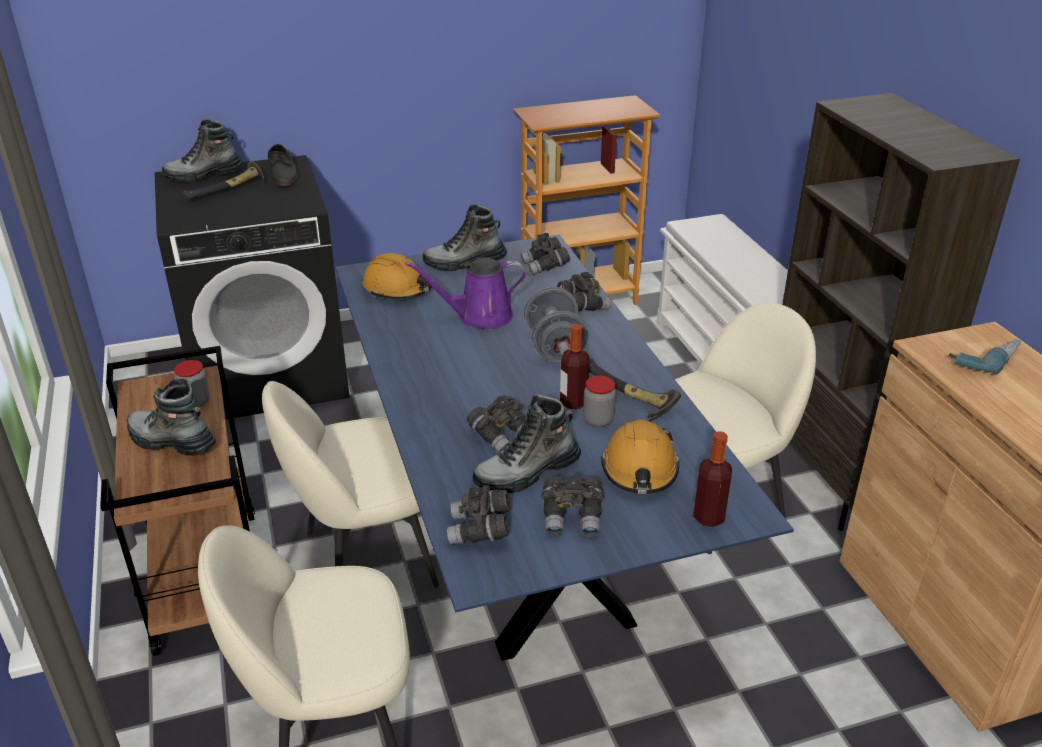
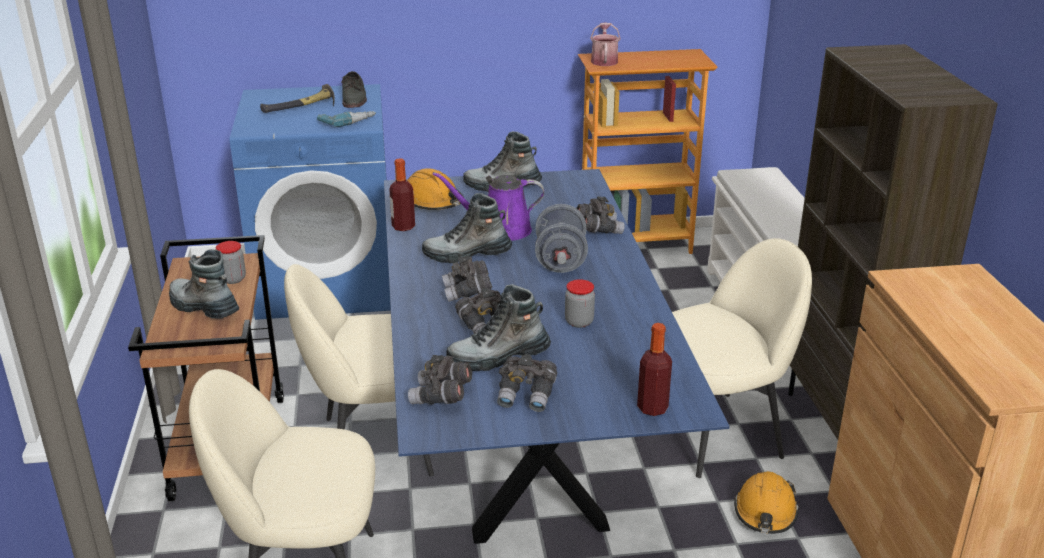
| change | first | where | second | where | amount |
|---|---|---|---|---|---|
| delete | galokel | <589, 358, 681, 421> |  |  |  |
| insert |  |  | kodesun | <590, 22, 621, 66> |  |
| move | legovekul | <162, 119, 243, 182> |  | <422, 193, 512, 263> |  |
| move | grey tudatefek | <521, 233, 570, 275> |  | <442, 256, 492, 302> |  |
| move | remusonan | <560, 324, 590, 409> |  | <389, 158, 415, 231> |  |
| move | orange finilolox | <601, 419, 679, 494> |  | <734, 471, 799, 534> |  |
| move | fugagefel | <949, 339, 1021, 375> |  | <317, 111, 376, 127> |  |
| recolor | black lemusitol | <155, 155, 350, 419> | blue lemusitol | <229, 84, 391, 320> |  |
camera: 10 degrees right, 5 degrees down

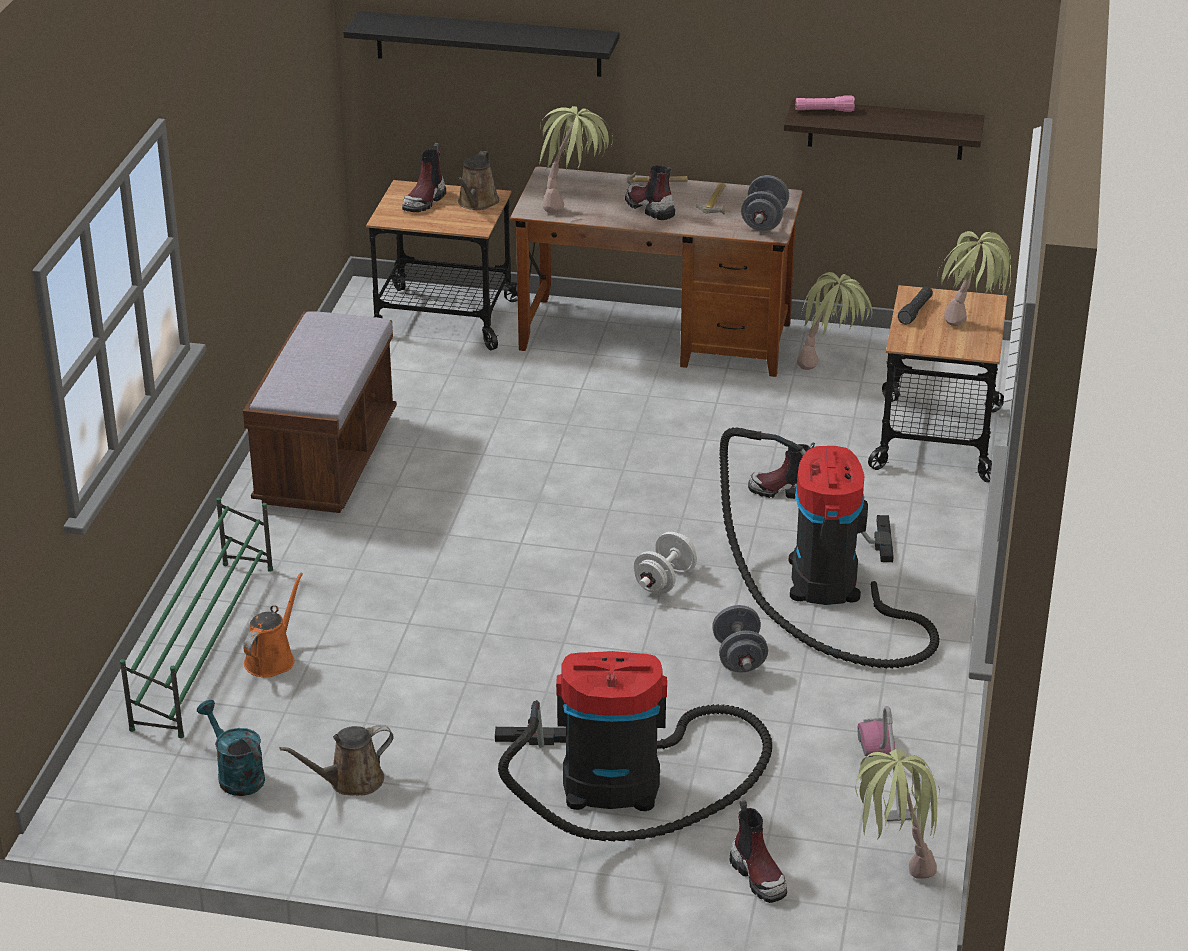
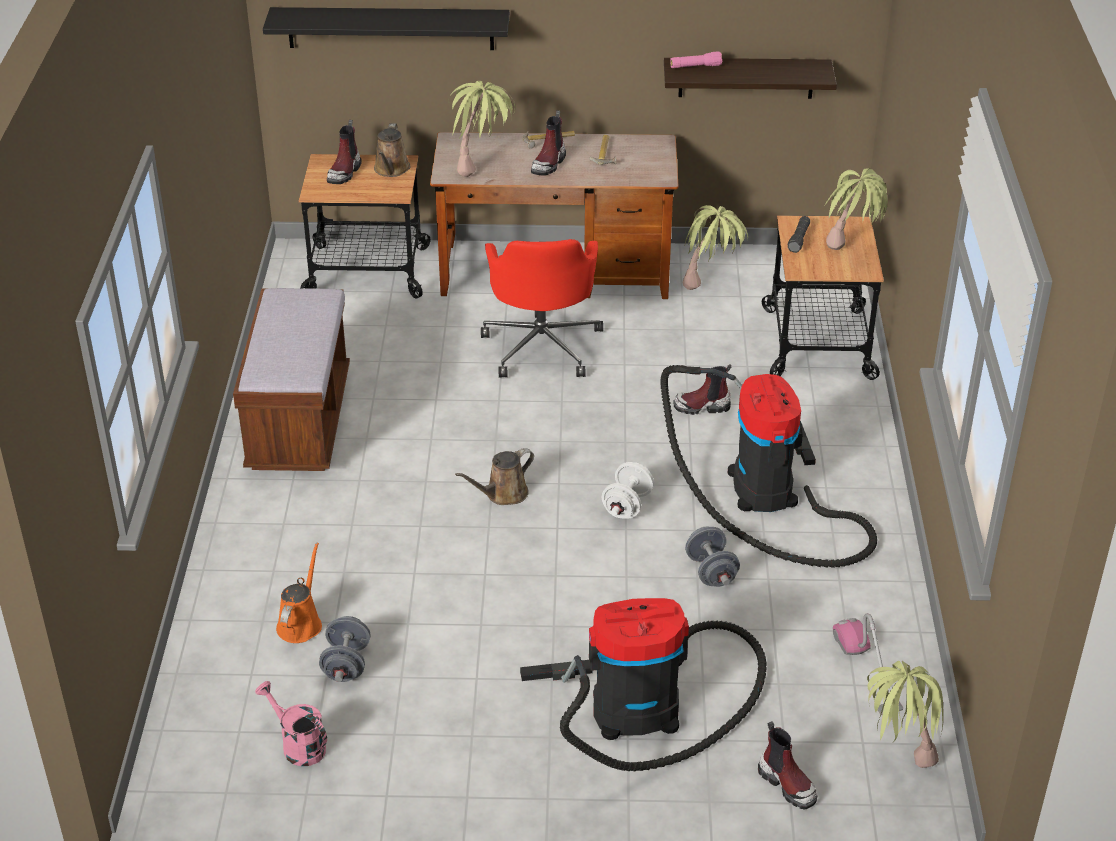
| change | first | where | second | where | amount |
|---|---|---|---|---|---|
| delete | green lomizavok | <120, 497, 273, 738> |  |  |  |
| insert |  |  | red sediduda | <481, 239, 603, 377> |  |
| move | brown kodesun | <279, 725, 394, 795> |  | <455, 448, 534, 505> |  |
| move | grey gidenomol | <741, 175, 789, 231> |  | <319, 616, 370, 682> |  |
| recolor | turquoise kodesun | <197, 700, 265, 796> | pink kodesun | <255, 681, 327, 766> |  |
| rotate | legovekul | <625, 165, 675, 220> |  | <531, 110, 566, 176> | 105 degrees counterclockwise |
camera: 10 degrees left, 5 degrees up

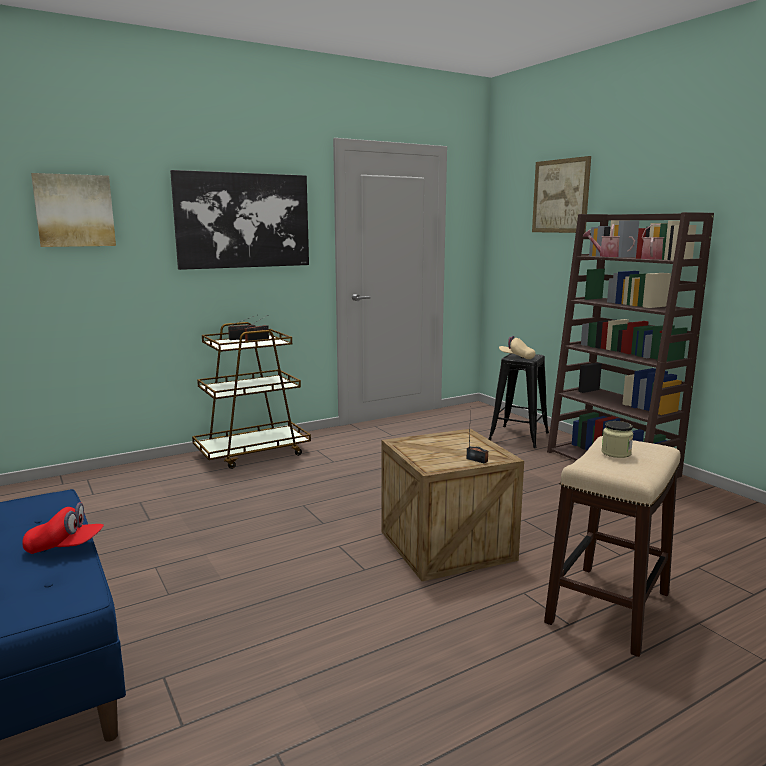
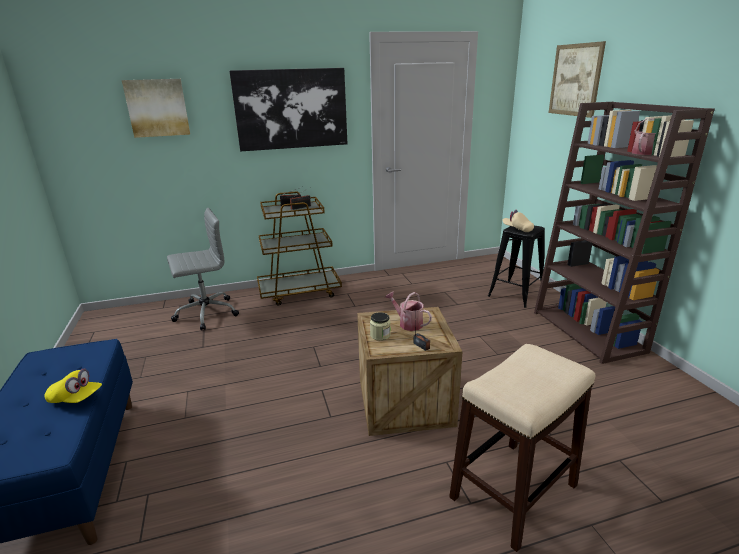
| change | first | where | second | where | amount |
|---|---|---|---|---|---|
| insert |  |  | grey sediduda | <167, 208, 239, 330> |  |
| move | kodesun | <582, 224, 635, 257> |  | <385, 291, 432, 331> |  |
| move | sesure | <602, 421, 633, 458> |  | <370, 312, 391, 341> |  |
| recolor | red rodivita | <22, 502, 104, 554> | yellow rodivita | <44, 369, 102, 403> |  |
camera: 15 degrees right, 10 degrees up

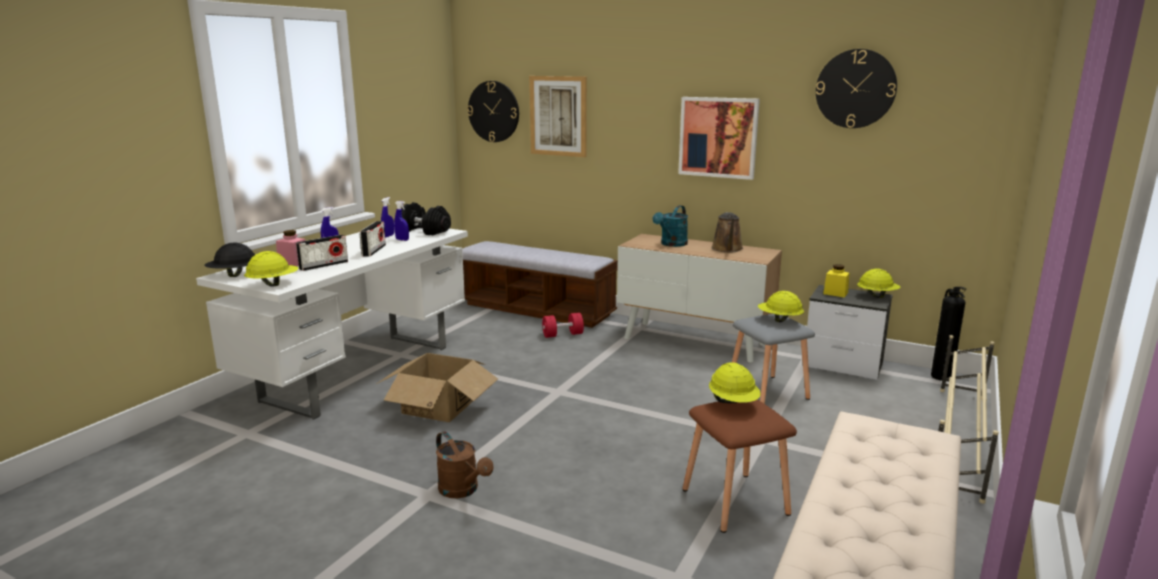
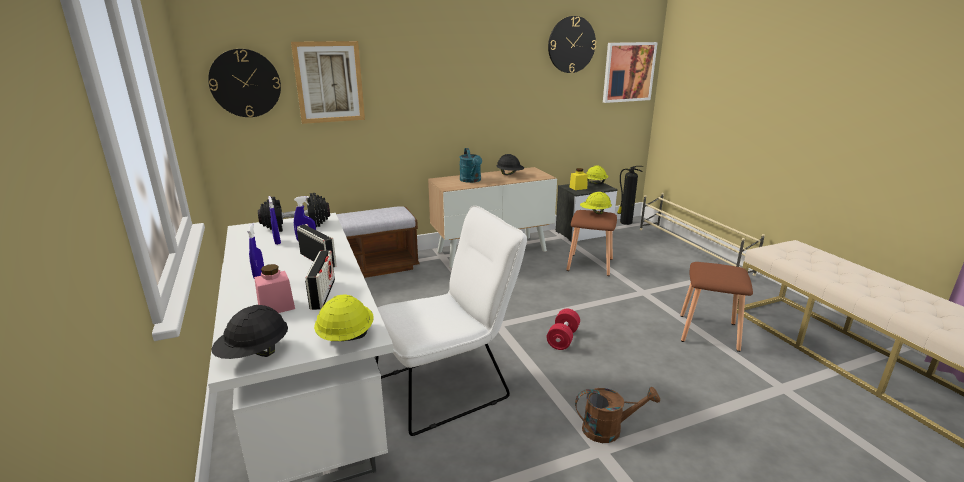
| change | first | where | second | where | amount |
|---|---|---|---|---|---|
| delete | yellow finilolox | <709, 362, 761, 403> |  |  |  |
| move | red gidenomol | <542, 313, 584, 338> |  | <547, 309, 580, 350> |  |
| move | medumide | <678, 97, 760, 180> |  | <603, 42, 658, 103> |  |
| replace | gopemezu | <376, 353, 498, 422> | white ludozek | <376, 206, 527, 436> |  |
| replace | brown kodesun | <711, 212, 743, 252> | black finilolox | <496, 154, 524, 175> |  |
| recolor | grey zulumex | <732, 314, 815, 404> | brown zulumex | <566, 210, 617, 276> |  |
camera: 50 degrees left, 5 degrees up

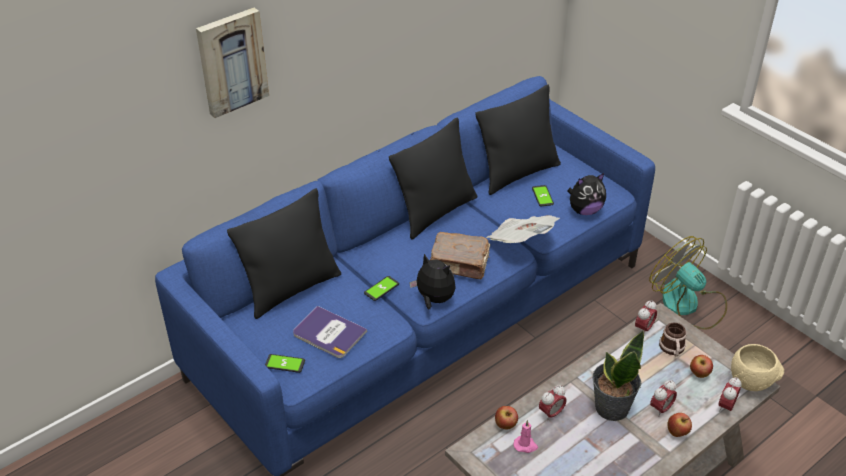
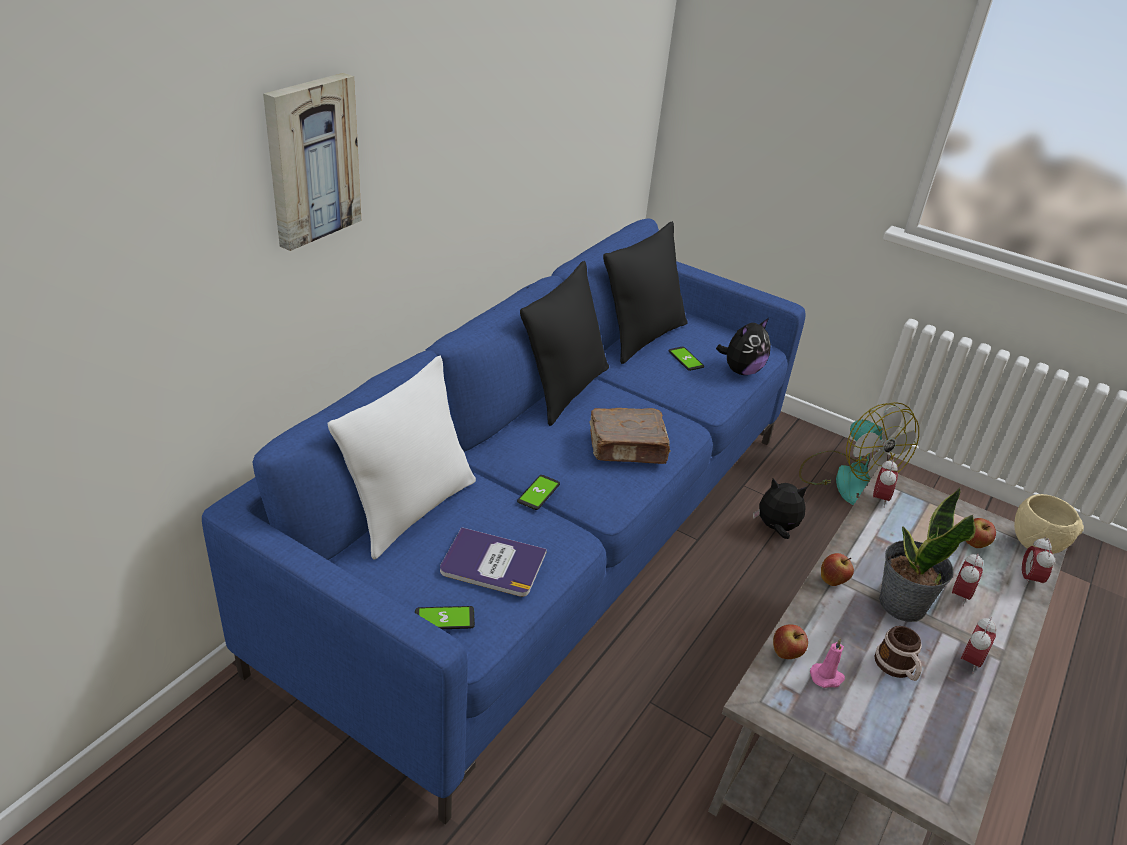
| change | first | where | second | where | amount |
|---|---|---|---|---|---|
| delete | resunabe | <486, 215, 560, 243> |  |  |  |
| move | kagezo | <409, 254, 456, 309> |  | <753, 478, 807, 539> |  |
| move | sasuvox | <539, 385, 567, 421> |  | <961, 618, 997, 674> |  |
| move | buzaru | <659, 323, 687, 357> |  | <875, 626, 922, 681> |  |
| move | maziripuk | <668, 413, 692, 437> |  | <821, 553, 854, 586> |  |
| recolor | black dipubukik | <227, 188, 341, 319> | white dipubukik | <328, 355, 476, 560> |  |
| rotate | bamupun | <649, 236, 727, 330> |  | <799, 402, 919, 505> | 150 degrees counterclockwise |
camera: 20 degrees left, 5 degrees down

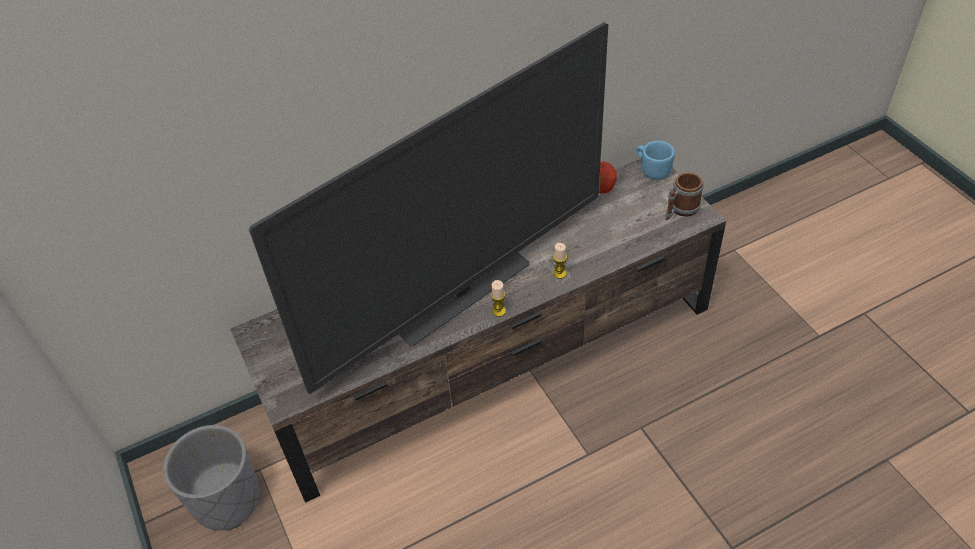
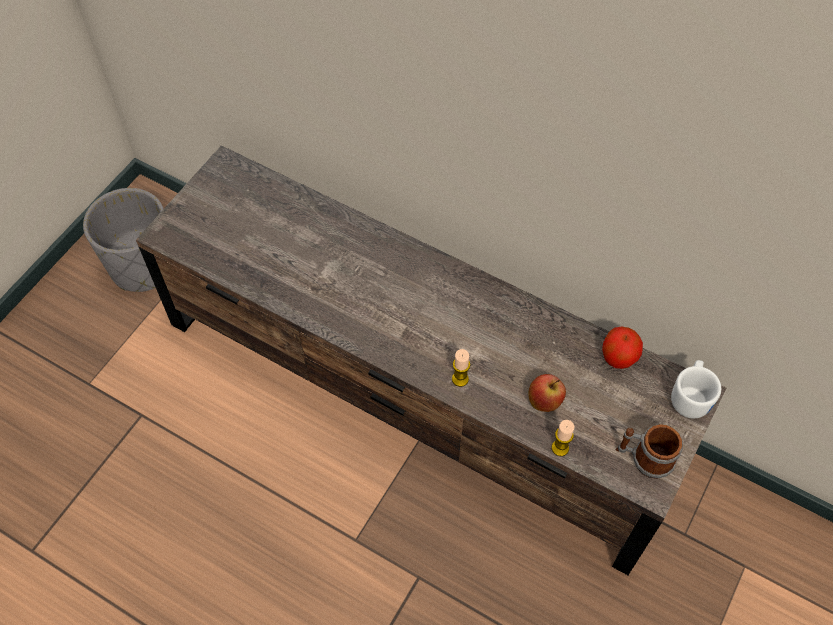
| change | first | where | second | where | amount |
|---|---|---|---|---|---|
| delete | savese | <249, 22, 608, 394> |  |  |  |
| insert |  |  | maziripuk | <529, 374, 566, 412> |  |
| move | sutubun | <491, 280, 506, 317> |  | <552, 420, 574, 456> |  |
| recolor | blue buzaru | <636, 141, 675, 180> | white buzaru | <671, 360, 721, 418> |  |
camera: 55 degrees right, 10 degrees up

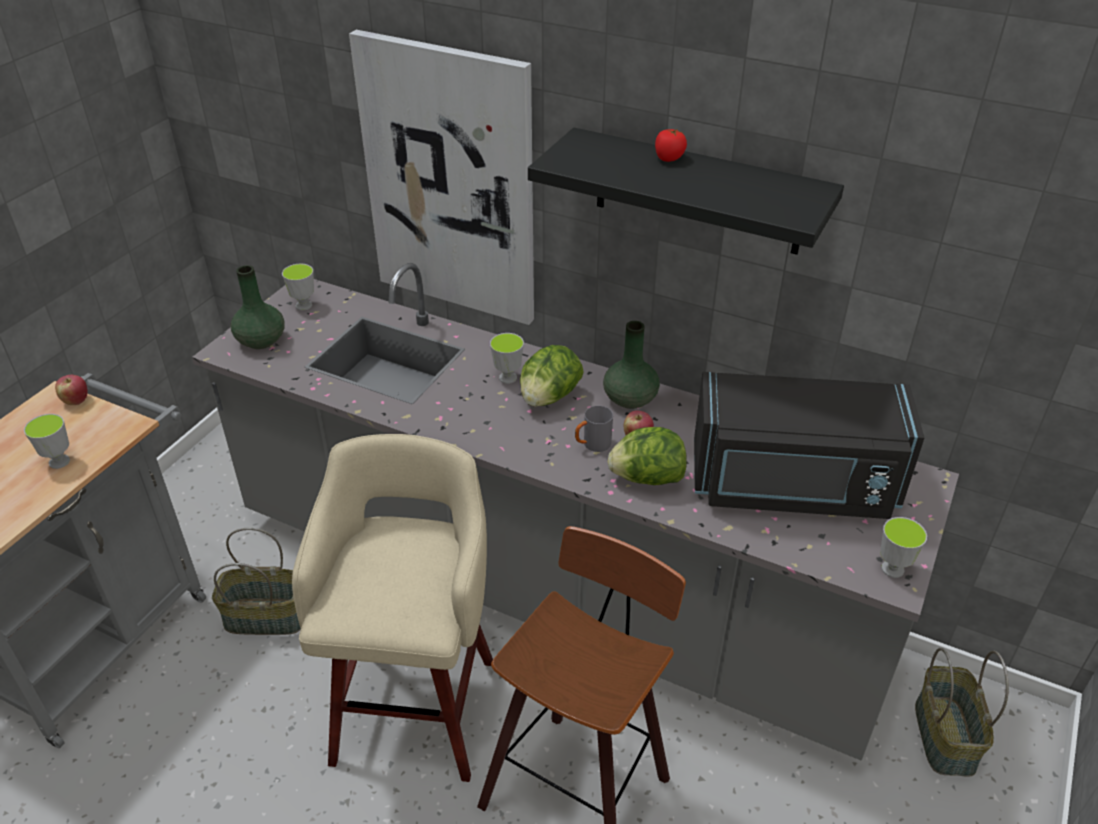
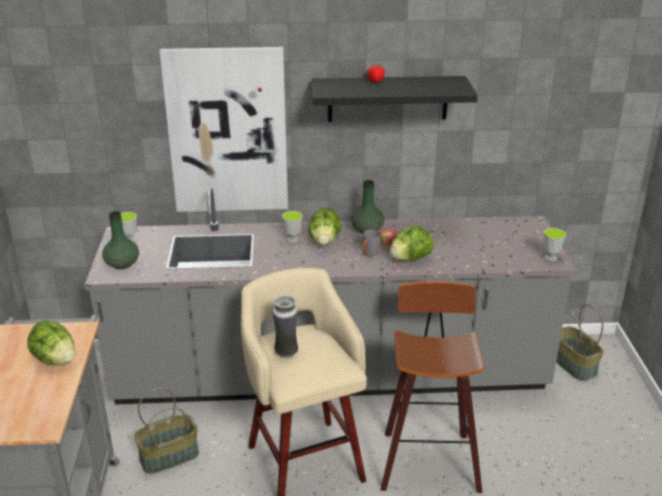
| change | first | where | second | where | amount |
|---|---|---|---|---|---|
| delete | maziripuk | <55, 375, 88, 405> |  |  |  |
| delete | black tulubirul | <694, 372, 924, 519> |  |  |  |
| insert |  |  | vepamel | <273, 295, 298, 358> |  |
| replace | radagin | <24, 414, 70, 469> | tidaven | <28, 320, 75, 366> |  |
camera: 30 degrees left, 10 degrees down

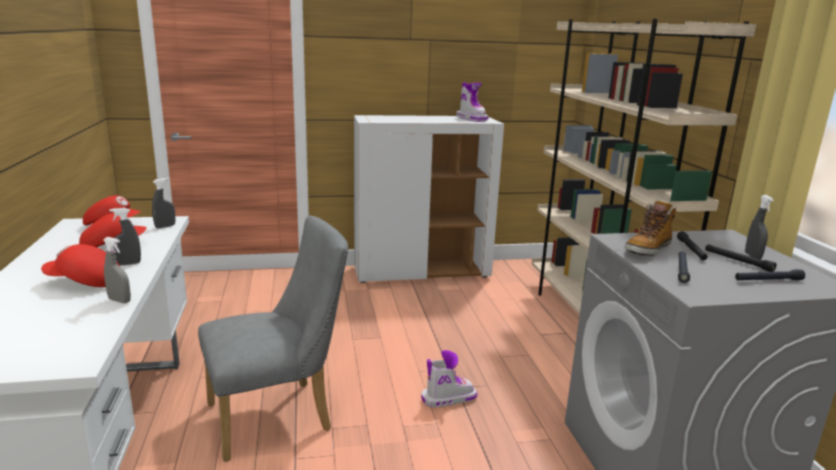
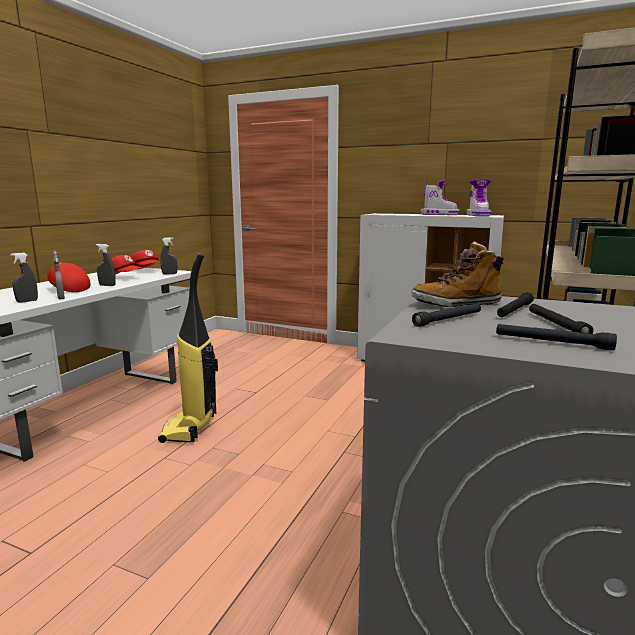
| change | first | where | second | where | amount |
|---|---|---|---|---|---|
| move | legovekul | <421, 350, 477, 408> |  | <420, 179, 460, 215> |  |
| move | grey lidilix | <745, 195, 774, 260> |  | <11, 253, 38, 303> |  |
| replace | grey ludozek | <198, 216, 348, 462> | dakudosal | <158, 253, 218, 443> |  |
camera: 35 degrees right, 5 degrees down

